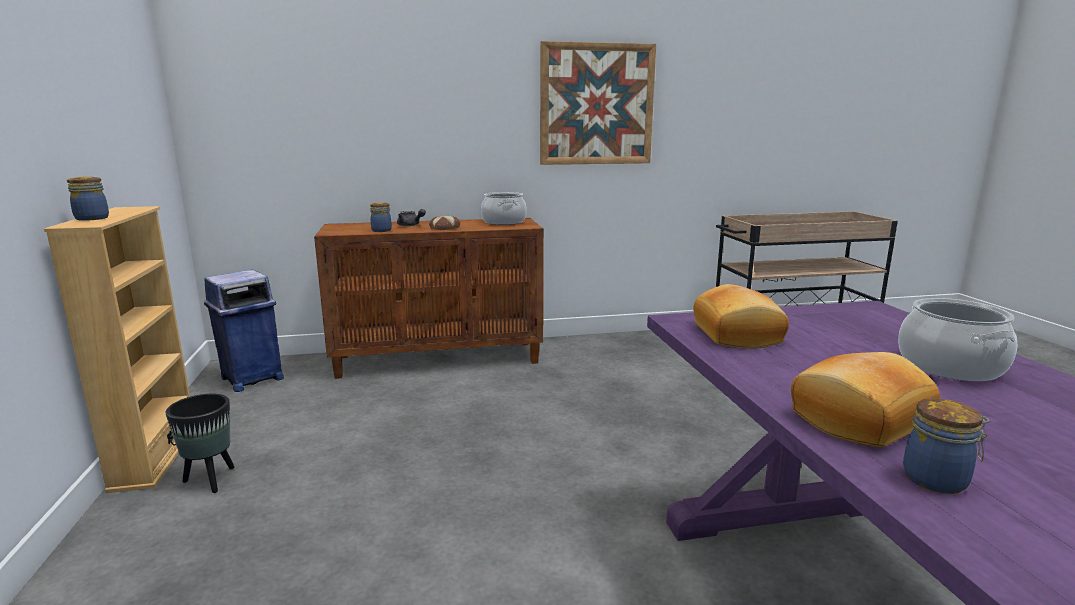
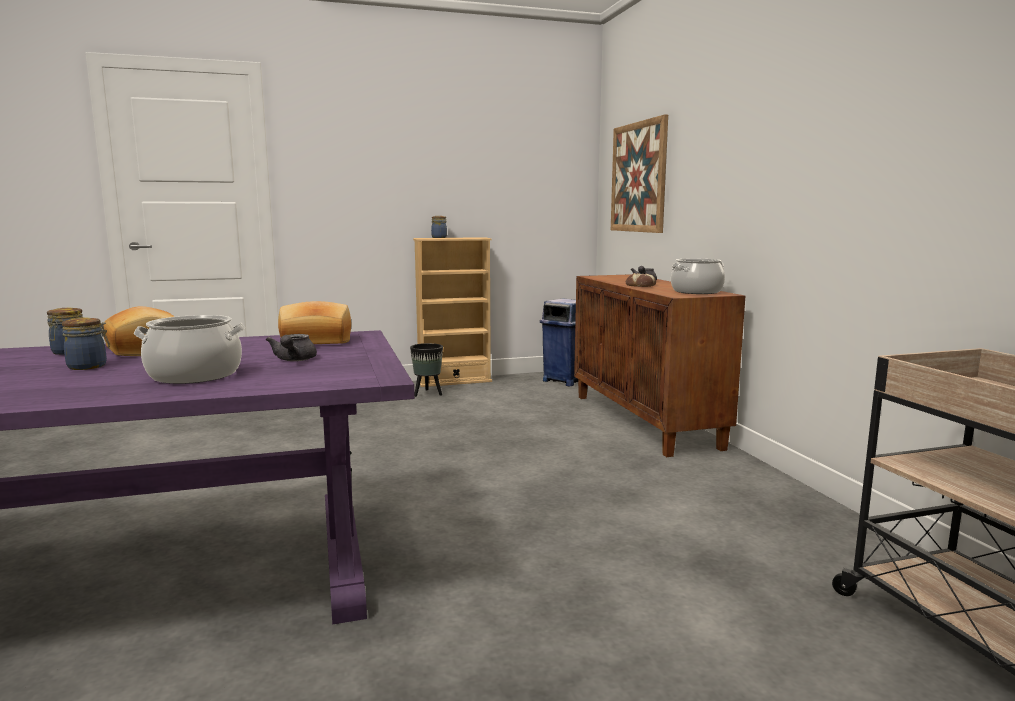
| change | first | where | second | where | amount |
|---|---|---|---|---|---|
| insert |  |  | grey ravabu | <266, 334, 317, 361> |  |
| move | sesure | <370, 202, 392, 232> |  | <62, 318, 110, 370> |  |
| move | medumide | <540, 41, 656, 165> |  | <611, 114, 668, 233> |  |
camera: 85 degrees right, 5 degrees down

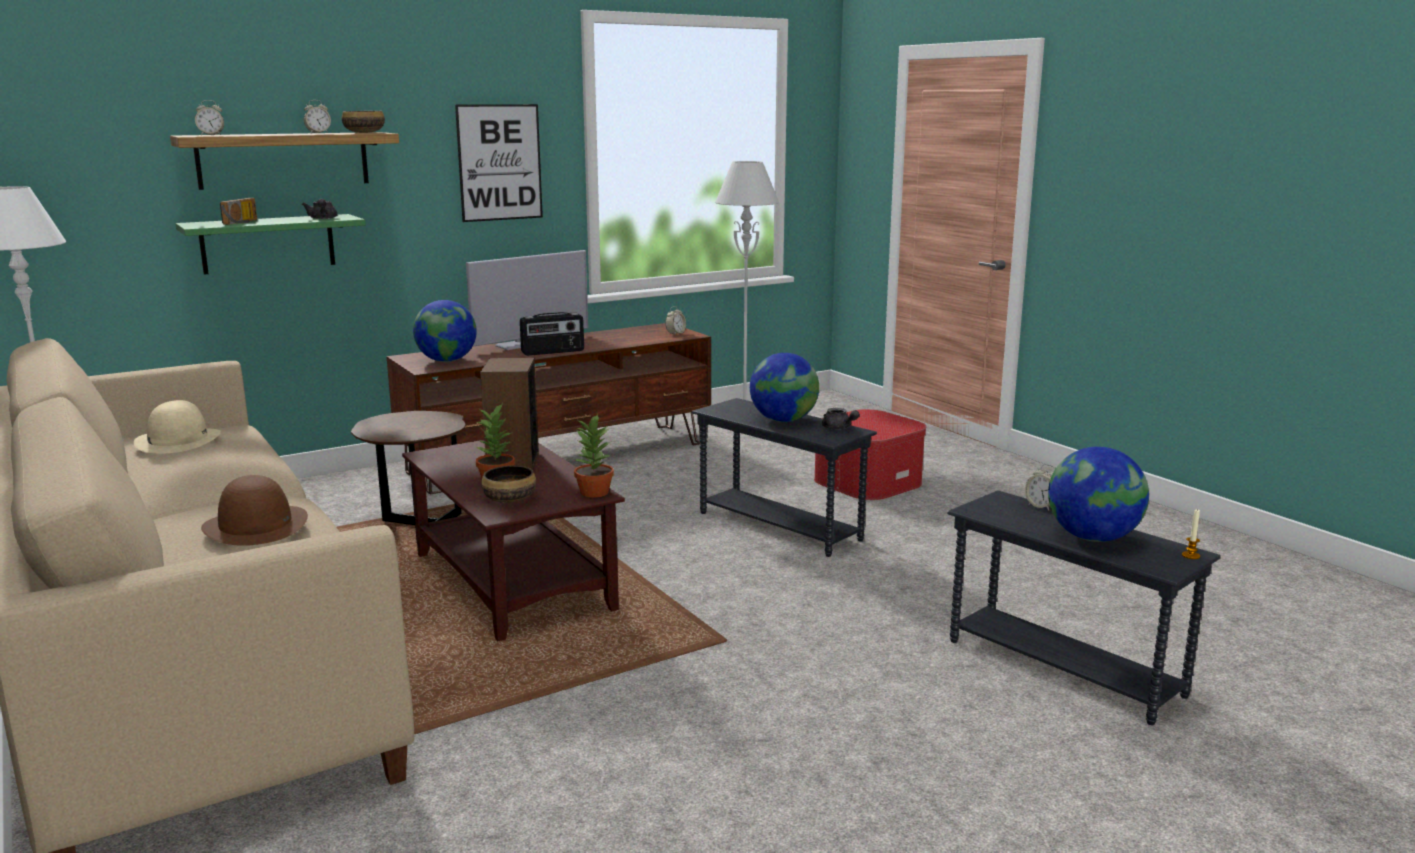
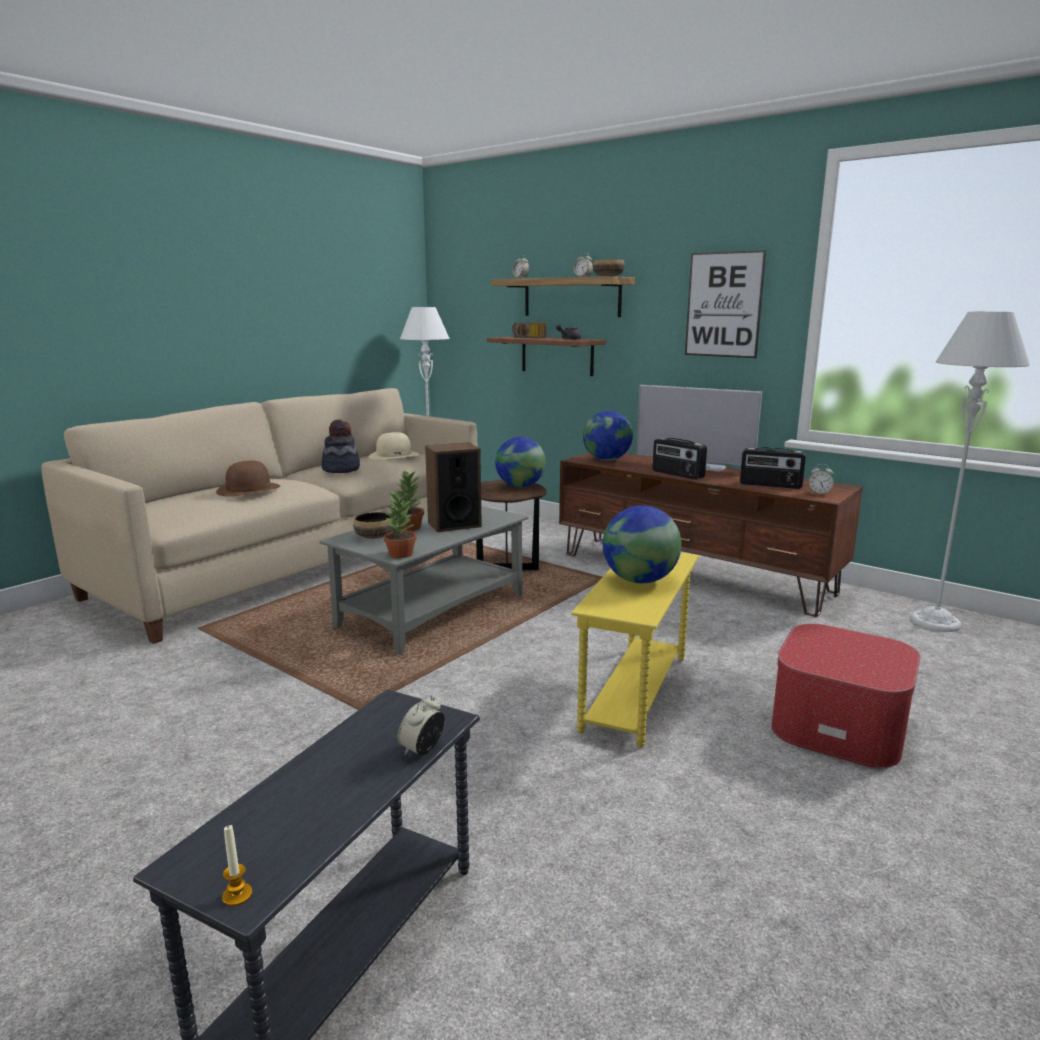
| change | first | where | second | where | amount |
|---|---|---|---|---|---|
| delete | grey ravabu | <822, 408, 860, 430> |  |  |  |
| insert |  |  | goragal | <322, 420, 360, 473> |  |
| insert |  |  | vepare | <740, 447, 806, 489> |  |
| move | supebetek | <1048, 447, 1149, 542> |  | <495, 437, 546, 487> |  |
| recolor | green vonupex | <176, 214, 366, 274> | brown vonupex | <487, 336, 606, 376> |  |
| recolor | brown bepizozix | <402, 440, 625, 641> | grey bepizozix | <319, 506, 529, 655> |  |
| recolor | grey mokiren | <691, 398, 877, 557> | yellow mokiren | <571, 552, 699, 747> |  |
camera: 70 degrees right, 0 degrees up

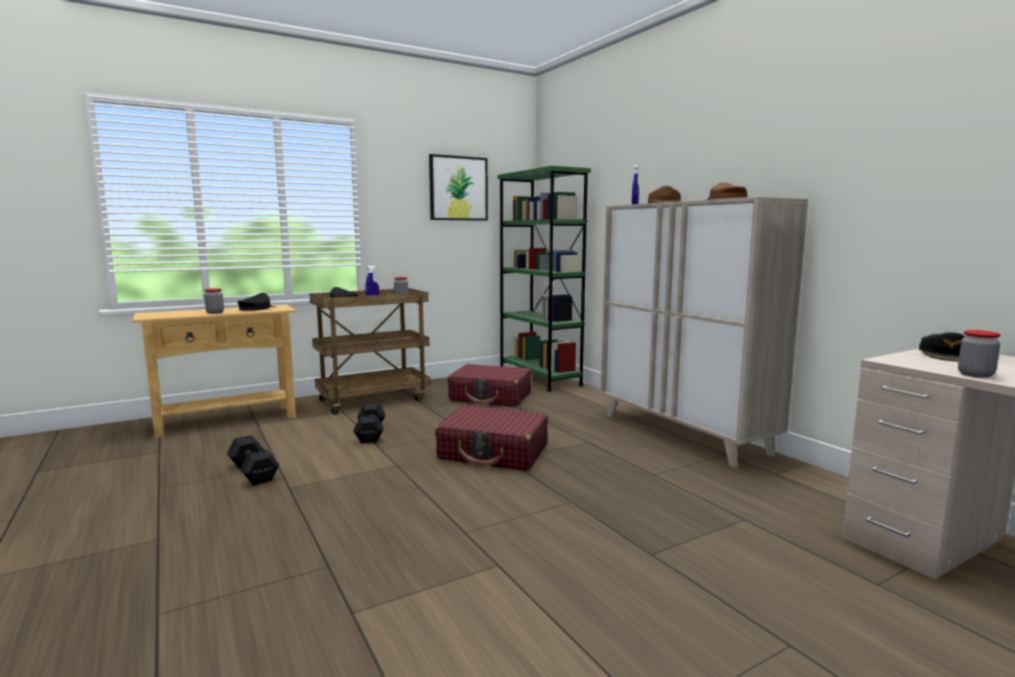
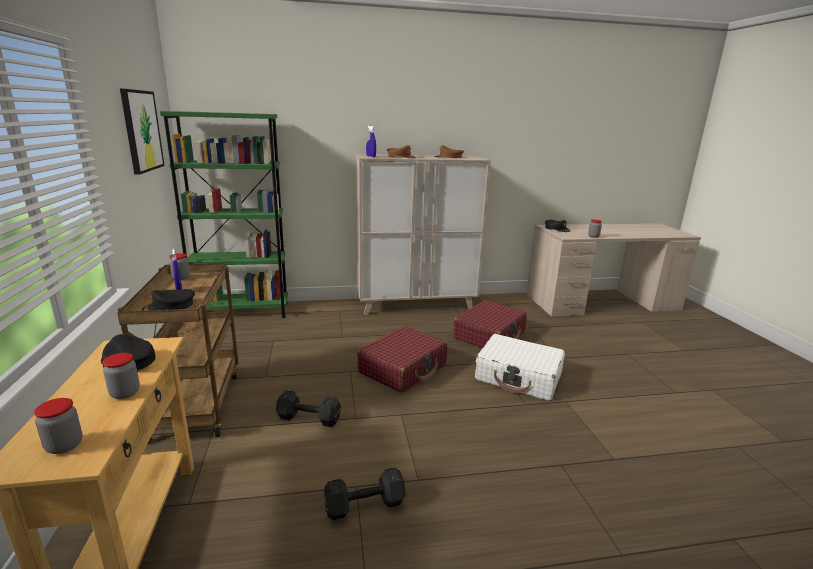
| change | first | where | second | where | amount |
|---|---|---|---|---|---|
| insert |  |  | sesure | <34, 398, 82, 454> |  |
| insert |  |  | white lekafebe | <475, 334, 565, 401> |  |
| move | red lekafebe | <448, 364, 531, 407> |  | <453, 300, 527, 348> |  |
camera: 70 degrees left, 10 degrees up

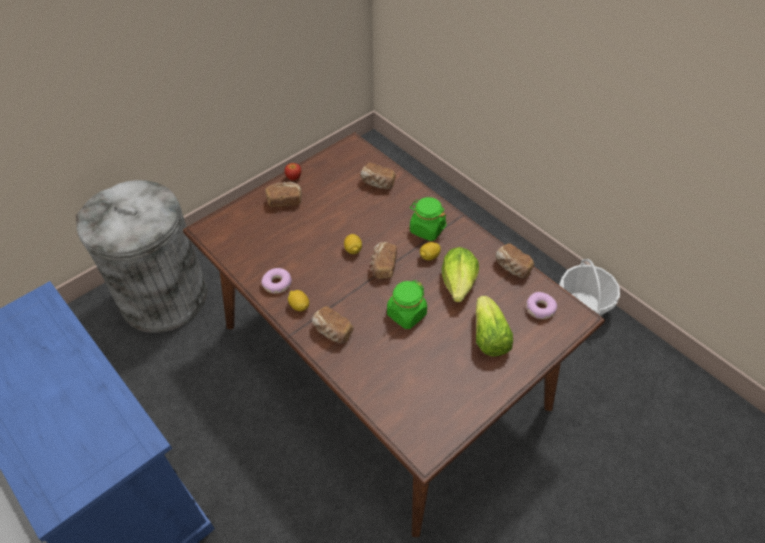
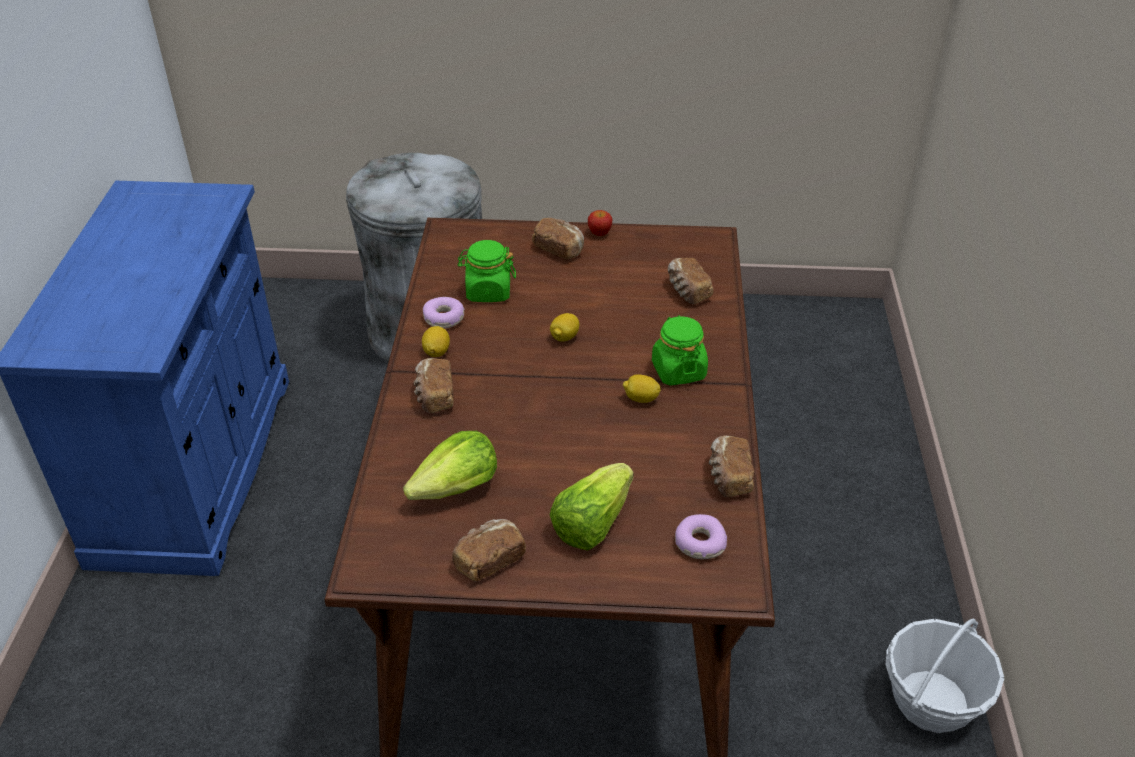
| change | first | where | second | where | amount |
|---|---|---|---|---|---|
| move | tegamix | <370, 242, 397, 279> |  | <452, 519, 526, 581> |  |
| move | green sesure | <387, 280, 427, 329> |  | <457, 240, 516, 302> |  |
| move | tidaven | <442, 247, 479, 302> |  | <403, 431, 497, 500> |  |
camera: 45 degrees right, 10 degrees down

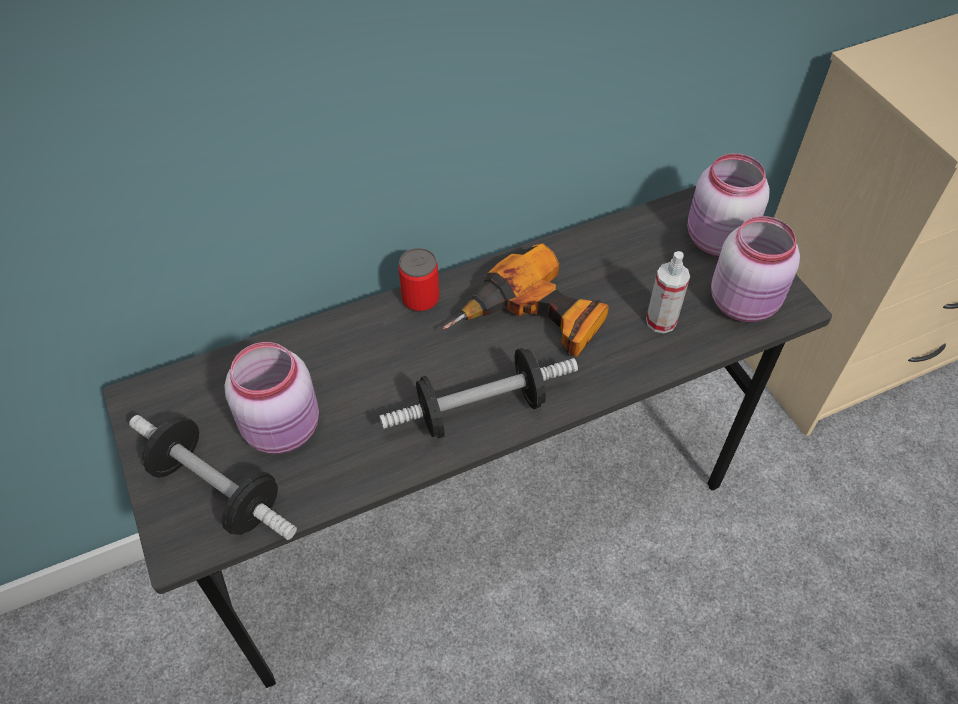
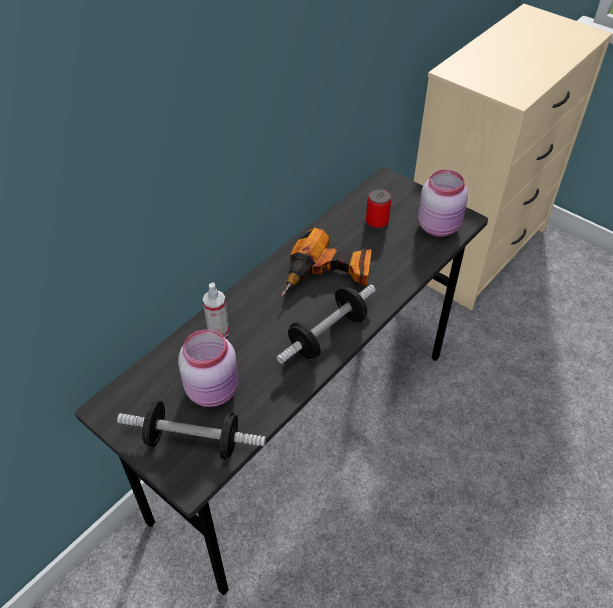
| change | first | where | second | where | amount |
|---|---|---|---|---|---|
| delete | pink sesure | <687, 153, 770, 256> |  |  |  |
| move | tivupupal | <399, 248, 439, 312> |  | <366, 188, 391, 229> |  |
| move | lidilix | <646, 251, 690, 333> |  | <203, 282, 229, 338> |  |
camera: 25 degrees left, 5 degrees down

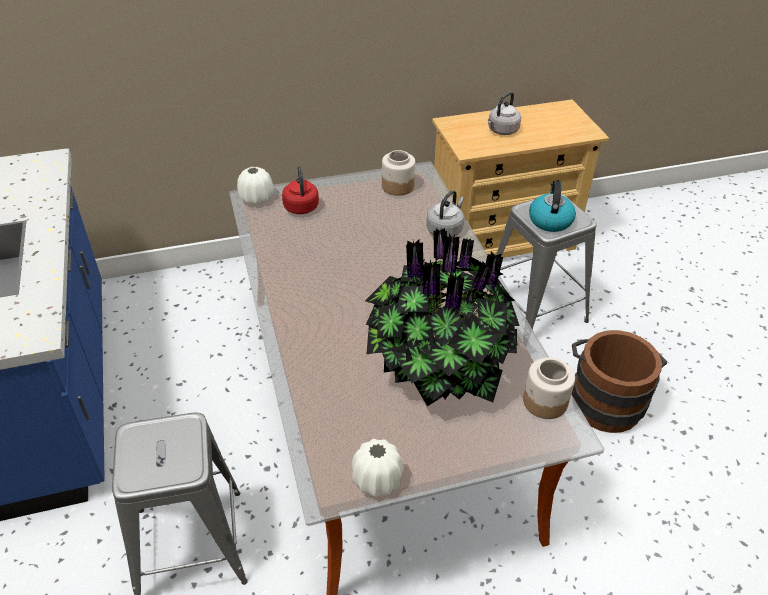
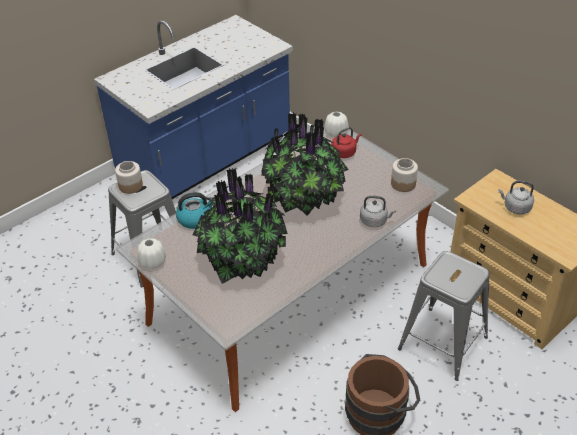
| change | first | where | second | where | amount |
|---|---|---|---|---|---|
| insert |  |  | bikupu | <261, 113, 349, 216> |  |
| move | sesure | <523, 357, 575, 419> |  | <115, 161, 143, 194> |  |
| move | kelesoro | <529, 181, 576, 232> |  | <176, 192, 213, 229> |  |
camera: 65 degrees right, 0 degrees up

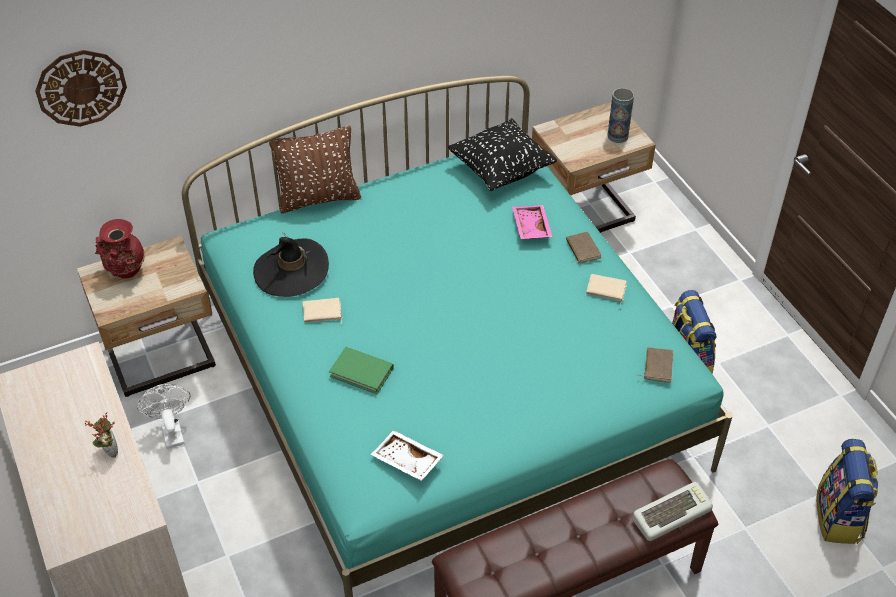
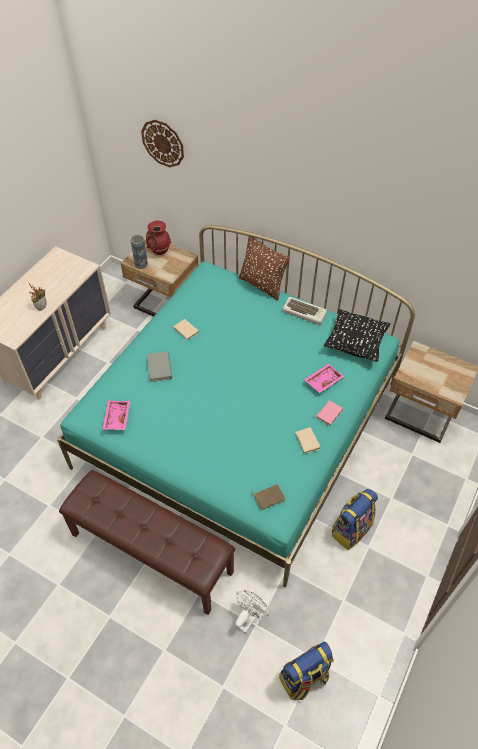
| change | first | where | second | where | amount |
|---|---|---|---|---|---|
| delete | black goragal | <253, 232, 329, 297> |  |  |  |
| move | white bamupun | <137, 384, 190, 449> |  | <235, 590, 269, 634> |  |
| move | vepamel | <607, 88, 634, 143> |  | <130, 235, 148, 269> |  |
| move | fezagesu | <632, 482, 713, 541> |  | <283, 297, 327, 325> |  |
| recolor | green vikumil | <329, 347, 394, 394> | grey vikumil | <146, 351, 172, 382> |  |
| recolor | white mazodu | <371, 430, 444, 481> | pink mazodu | <102, 400, 130, 430> |  |
| recolor | brown vikumil | <566, 231, 602, 263> | pink vikumil | <312, 400, 343, 426> |  |
camera: 55 degrees right, 5 degrees up

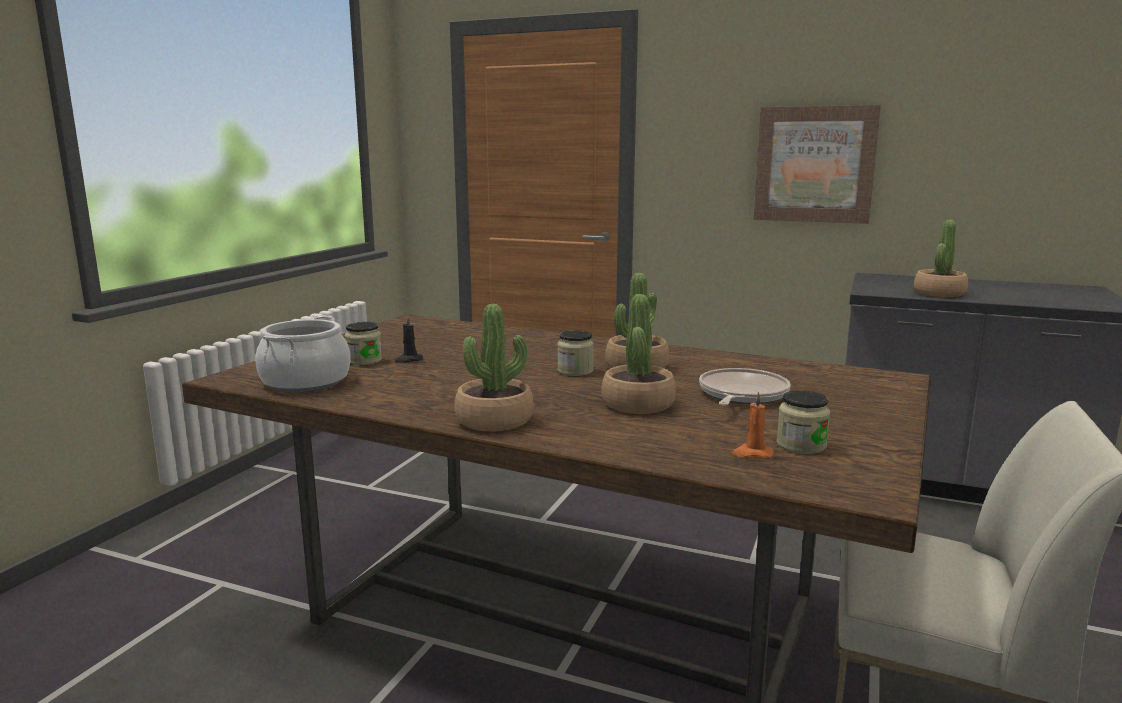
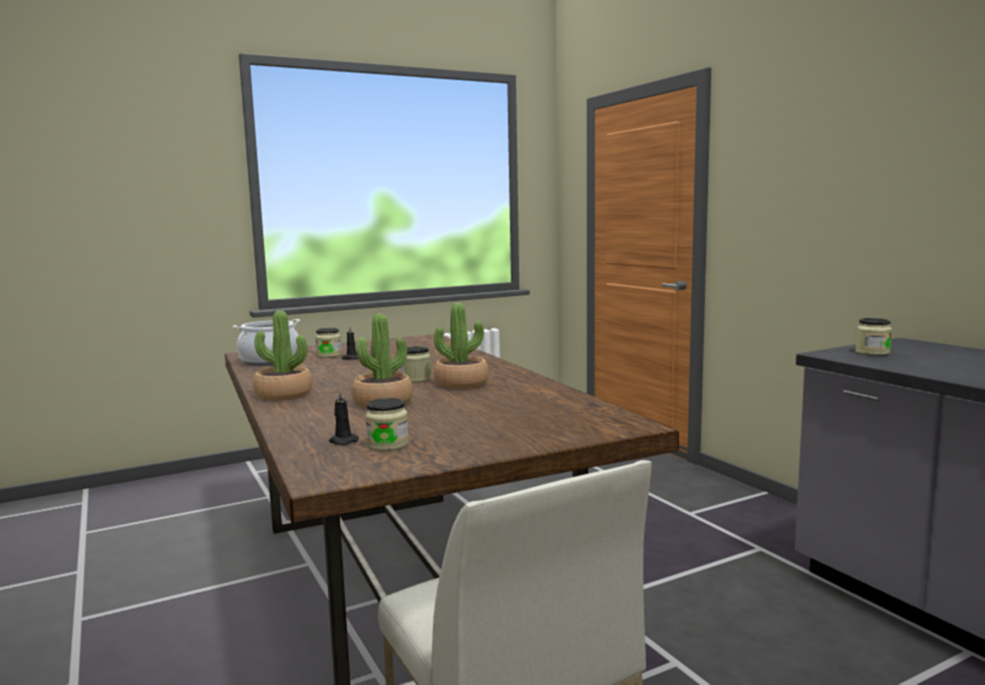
| change | first | where | second | where | amount |
|---|---|---|---|---|---|
| delete | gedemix | <699, 368, 791, 406> |  |  |  |
| delete | medumide | <754, 105, 881, 224> |  |  |  |
| delete | bikupu | <914, 220, 968, 297> |  |  |  |
| insert |  |  | sesure | <855, 318, 892, 355> |  |
| recolor | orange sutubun | <732, 392, 774, 459> | black sutubun | <329, 390, 359, 445> |  |
camera: 40 degrees right, 5 degrees down

